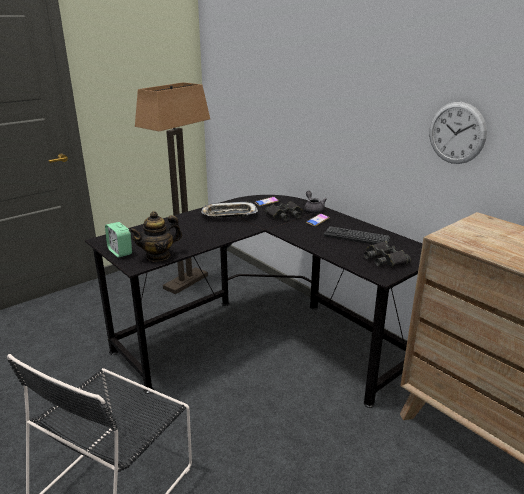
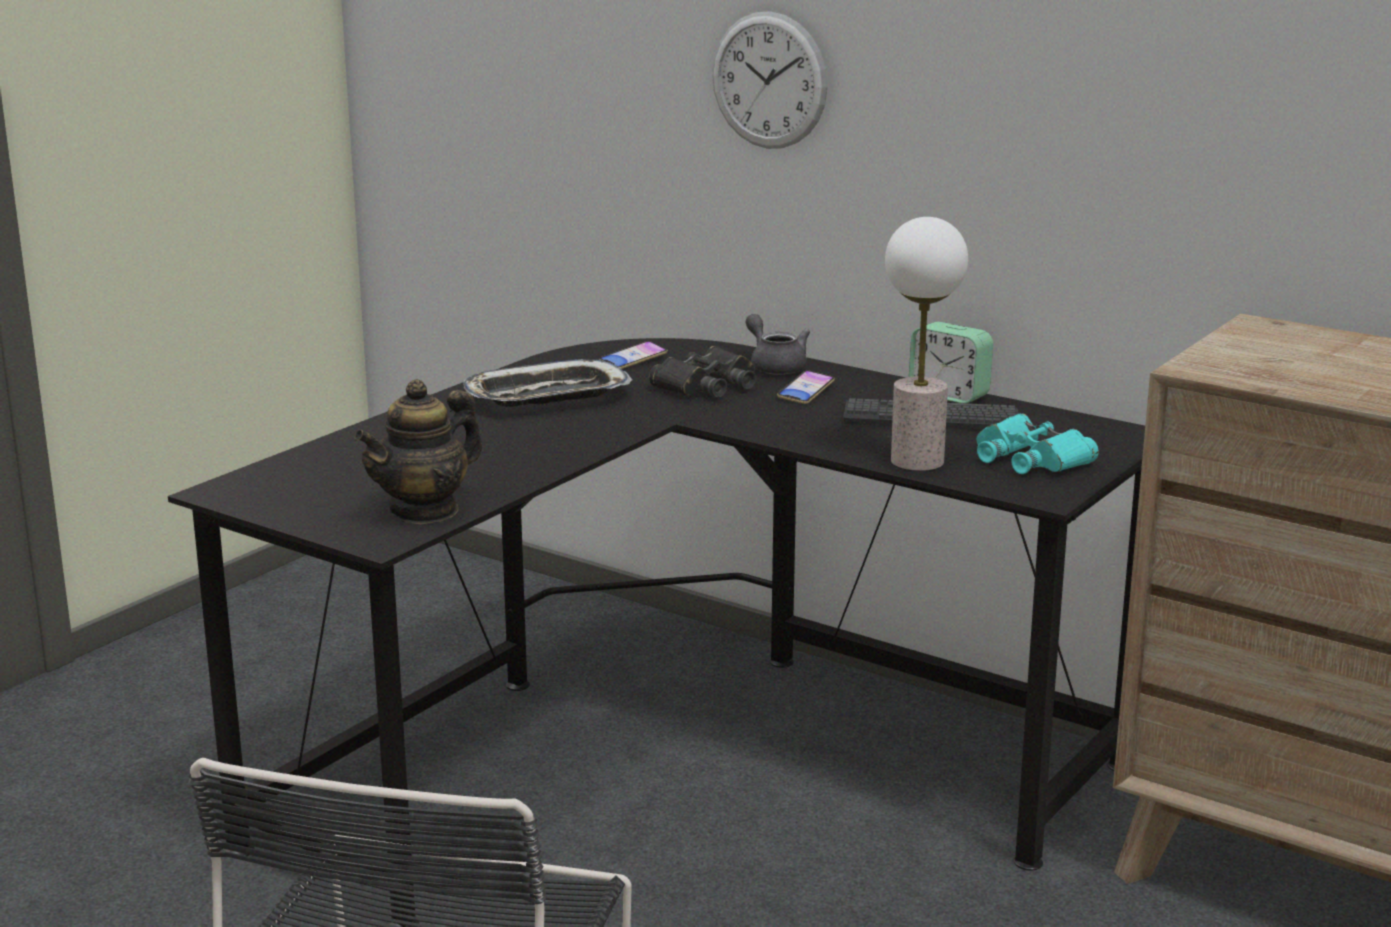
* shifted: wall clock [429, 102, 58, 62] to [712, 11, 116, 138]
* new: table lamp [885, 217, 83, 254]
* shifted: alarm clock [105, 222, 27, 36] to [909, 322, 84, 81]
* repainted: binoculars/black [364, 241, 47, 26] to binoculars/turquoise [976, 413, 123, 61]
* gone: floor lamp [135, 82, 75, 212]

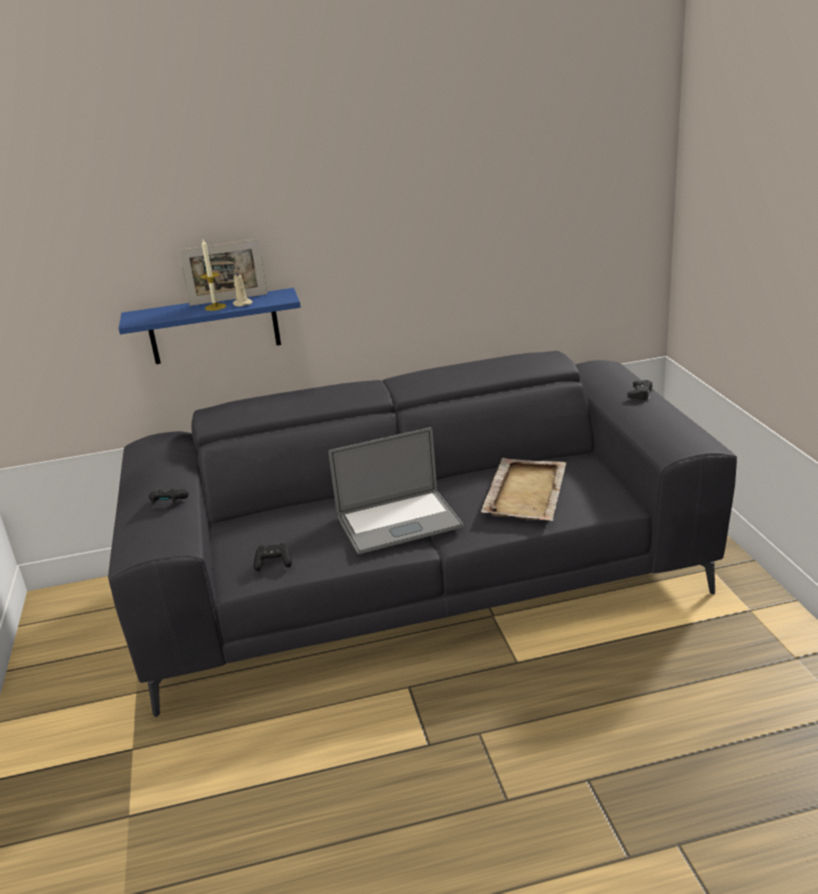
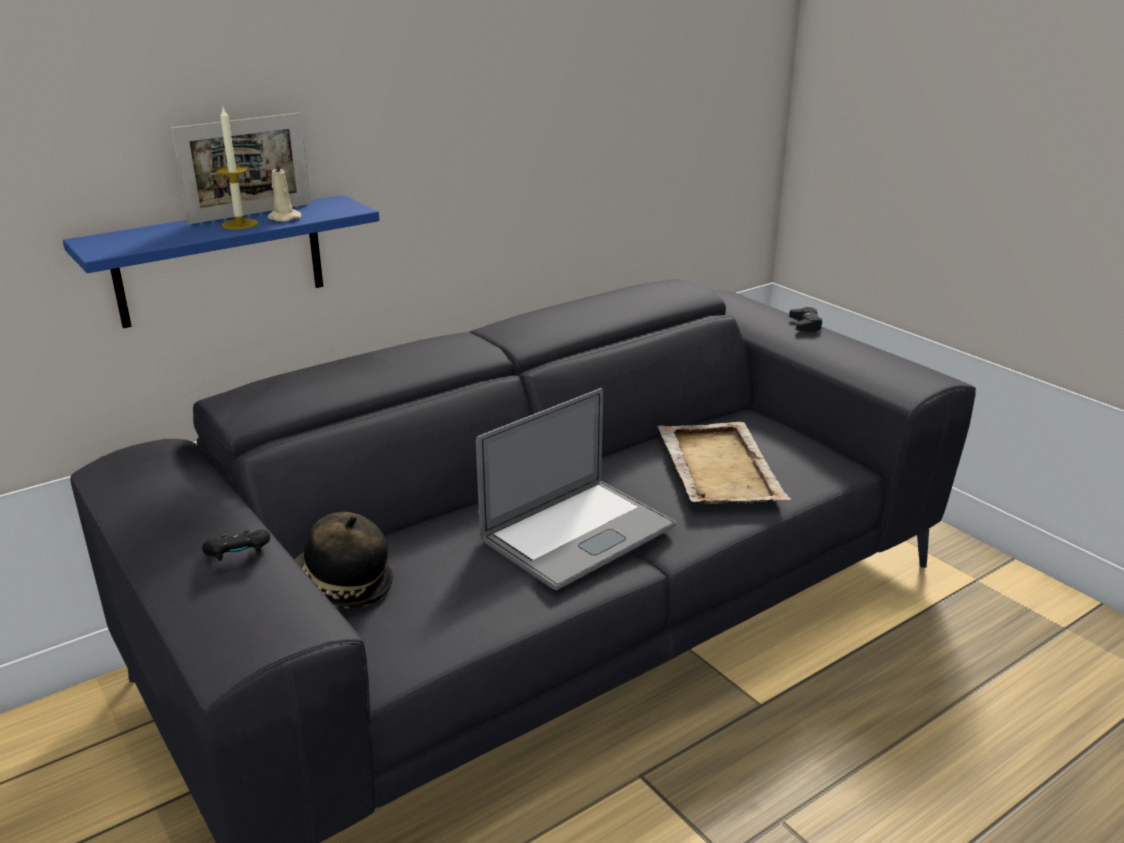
* new: hat [295, 512, 98, 96]
* gone: game controller/black [253, 543, 39, 28]

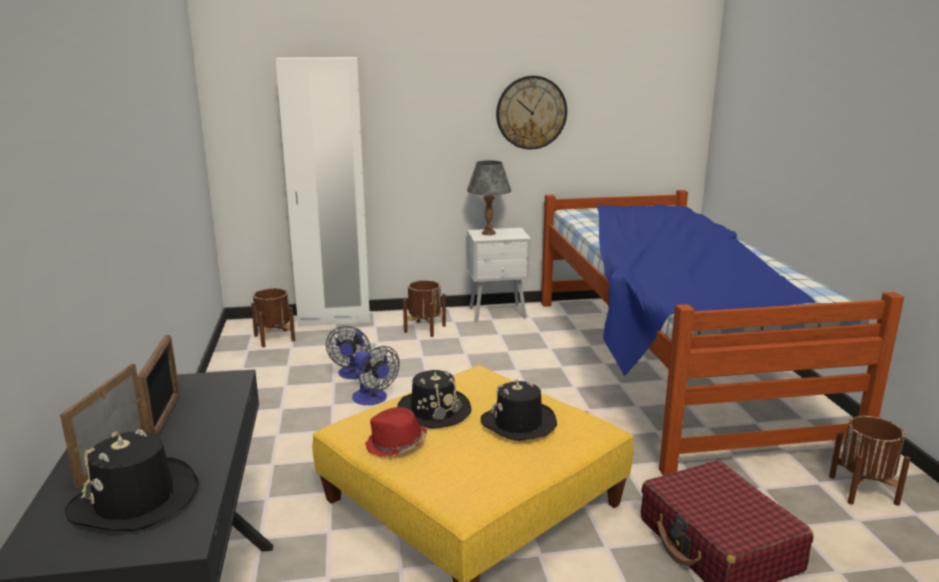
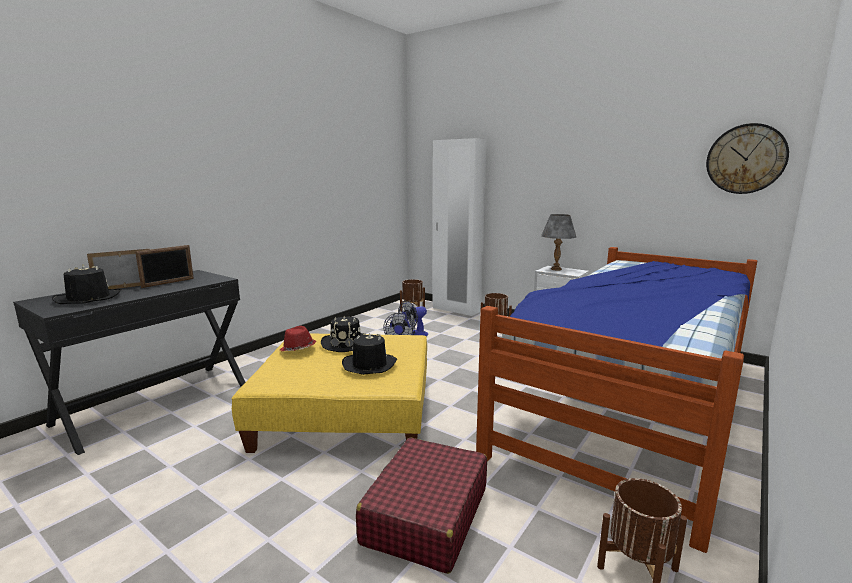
* shifted: wall clock [496, 76, 71, 74] to [706, 123, 83, 71]

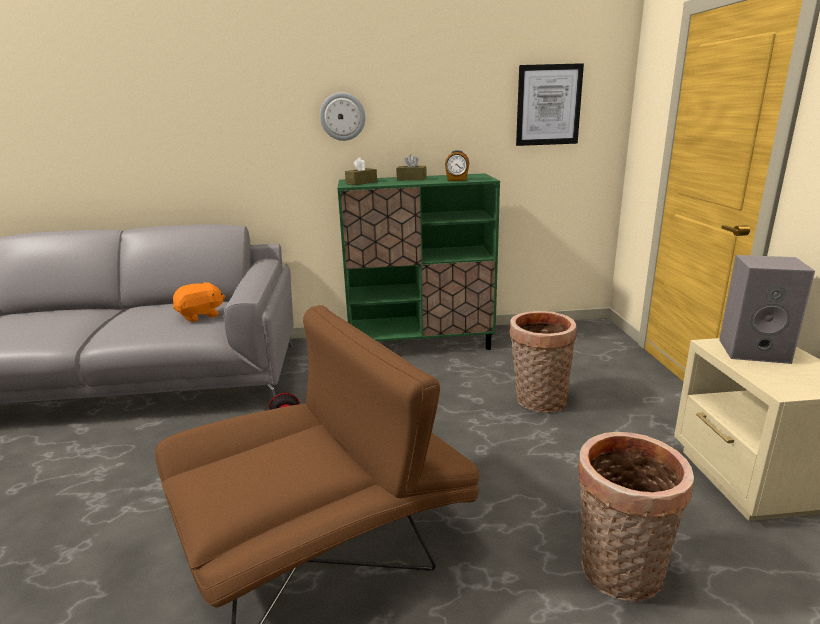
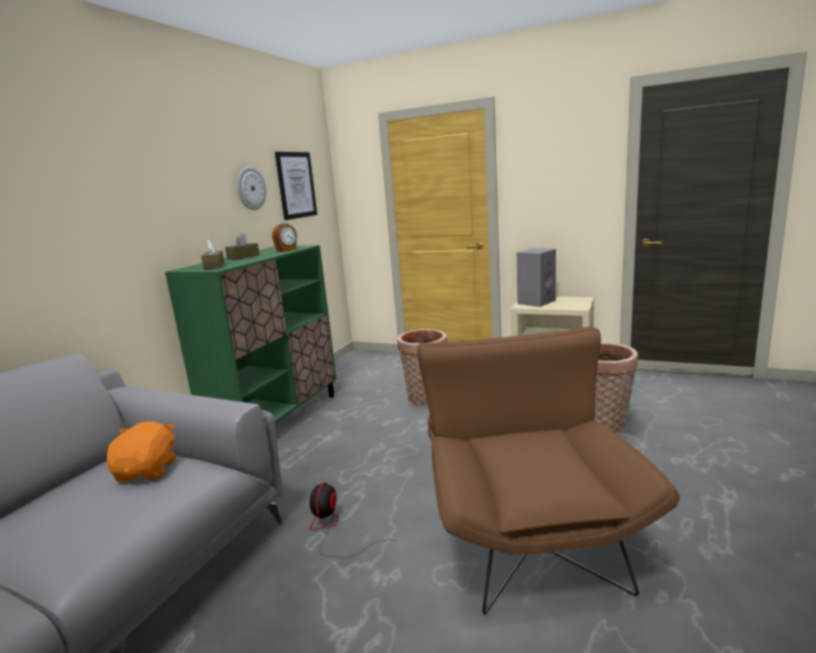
* shifted: wall clock [320, 92, 46, 49] to [237, 167, 29, 43]

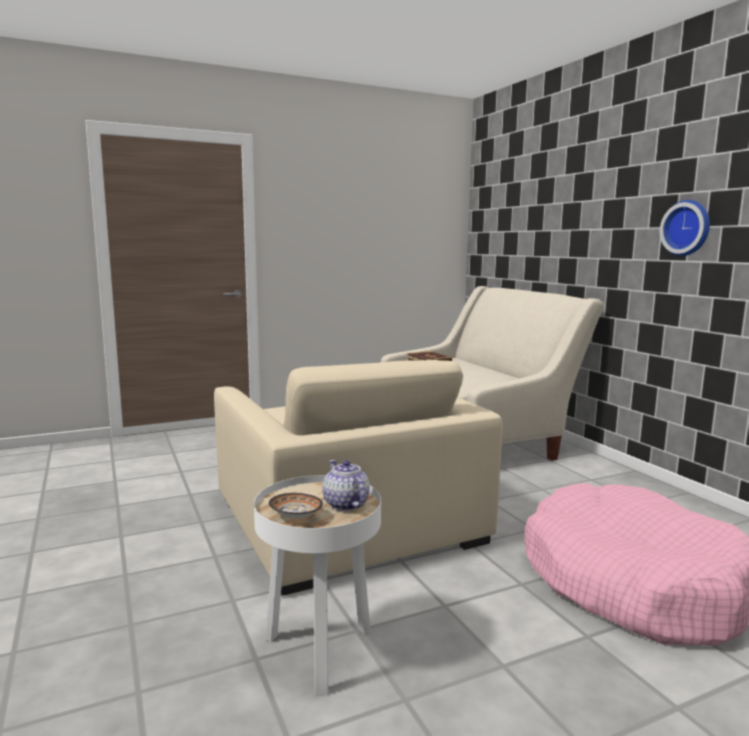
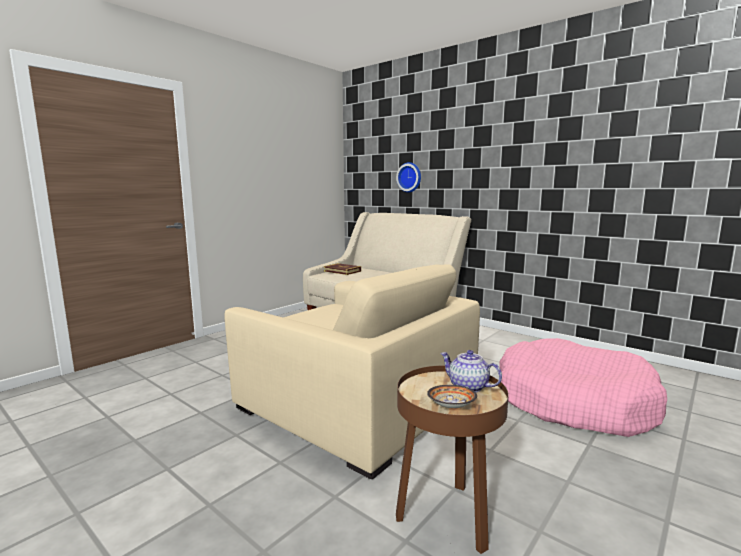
* shifted: wall clock [660, 200, 50, 56] to [396, 162, 25, 31]
* repainted: side table/white [254, 475, 127, 221] to side table/brown [396, 366, 113, 188]

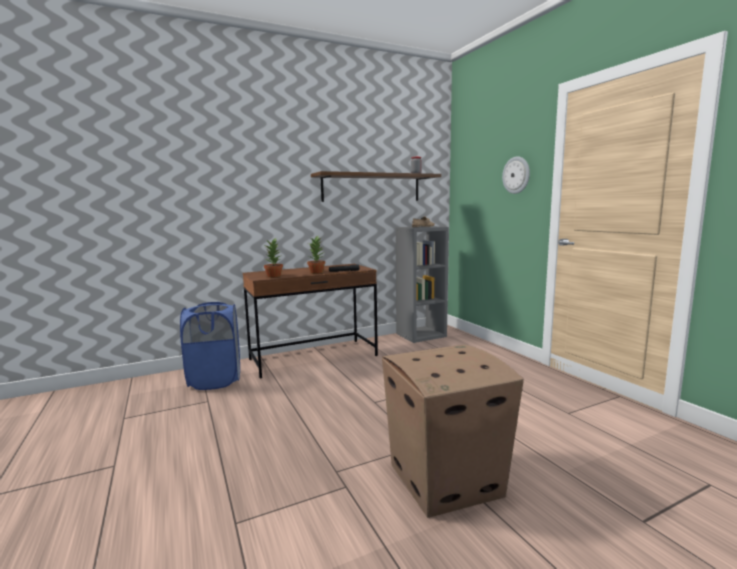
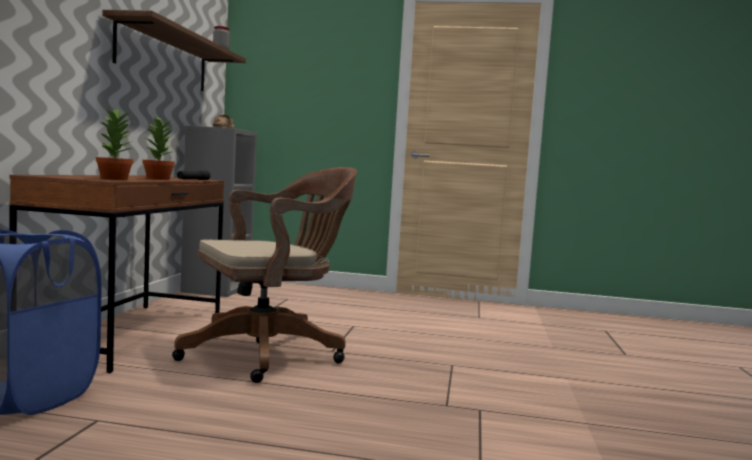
* new: office chair/brown [172, 167, 185, 216]
* gone: cardboard box [382, 345, 142, 173]
* gone: wall clock [502, 156, 28, 38]

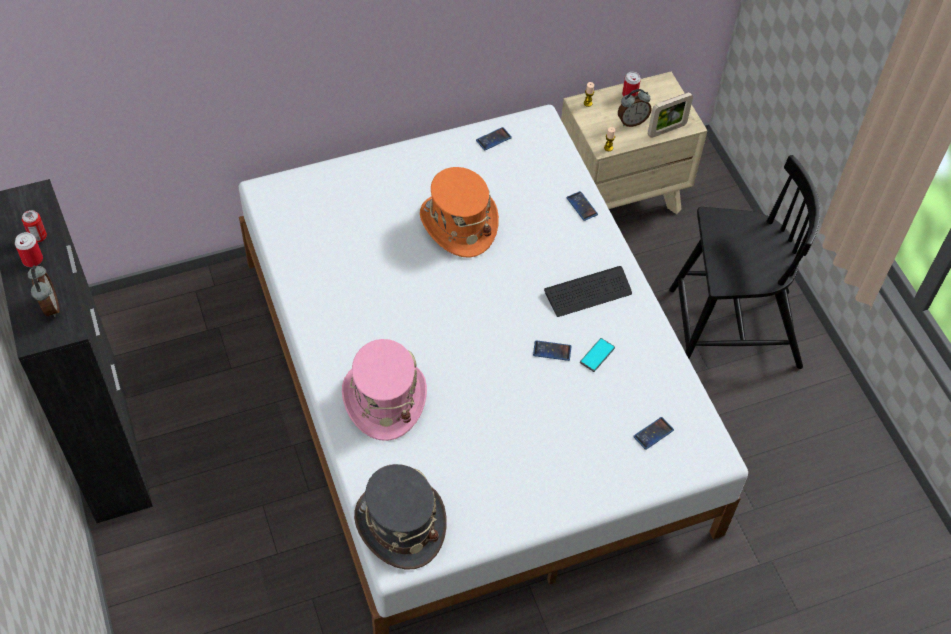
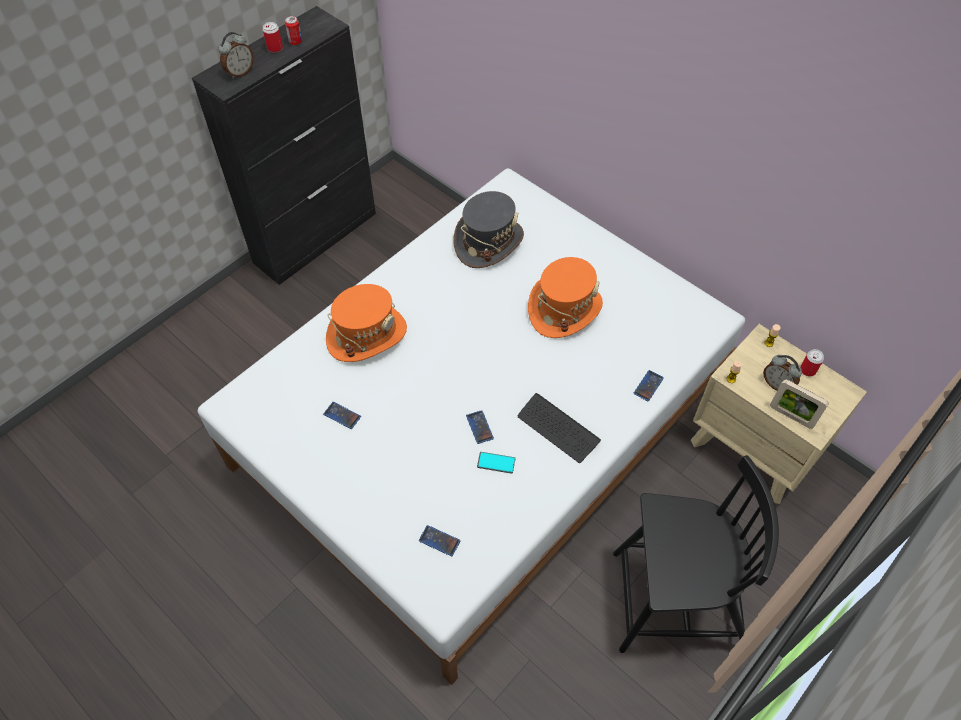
* shifted: phone [476, 127, 36, 23] to [323, 402, 38, 27]
* repainted: hat/pink [342, 339, 85, 102] to hat/orange [326, 284, 81, 78]
* shifted: hat/grey [354, 464, 93, 106] to [454, 191, 70, 77]
* rotated: chair/black [669, 155, 151, 214] = [613, 455, 166, 198] 60 degrees counterclockwise

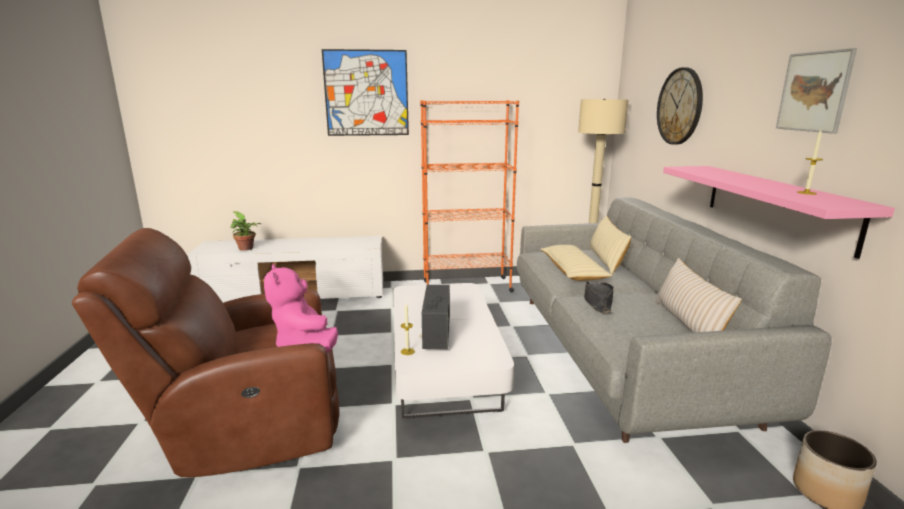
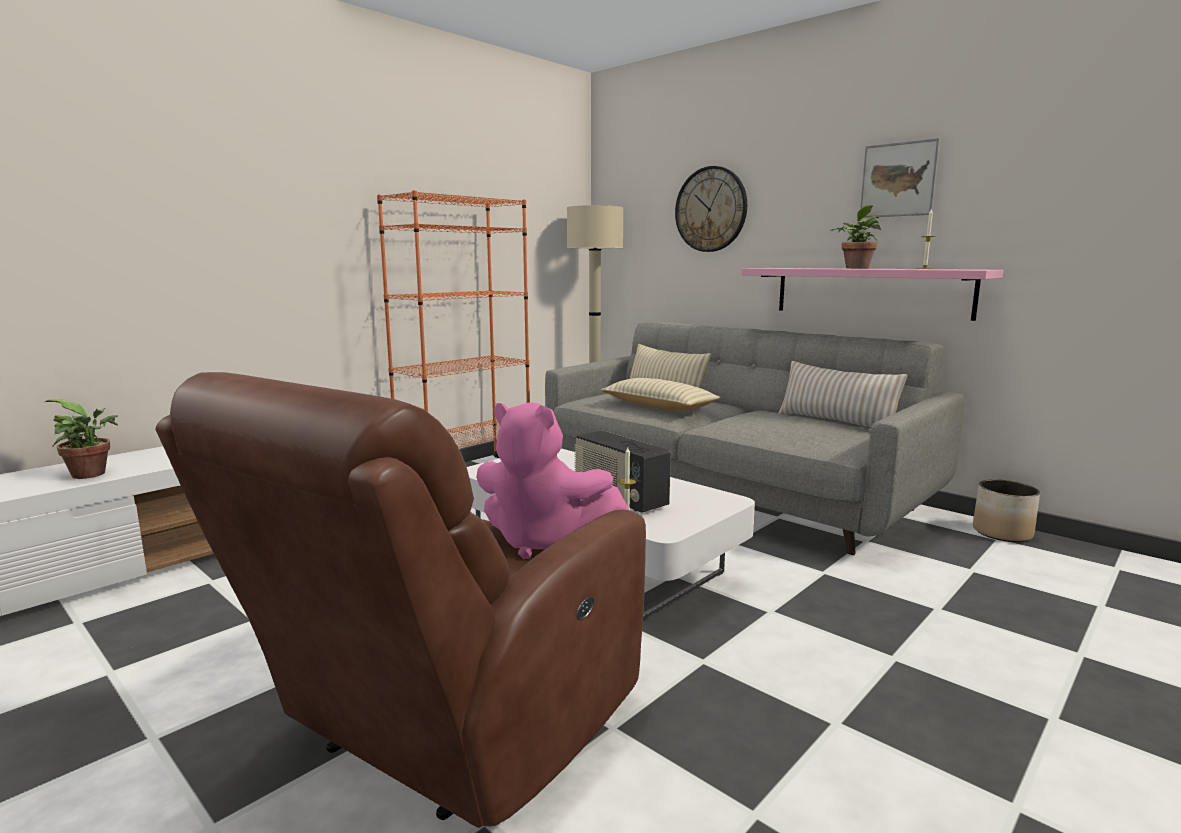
* new: potted plant [830, 205, 51, 64]
* gone: picture [322, 49, 87, 87]
* gone: hat/black [584, 281, 30, 32]

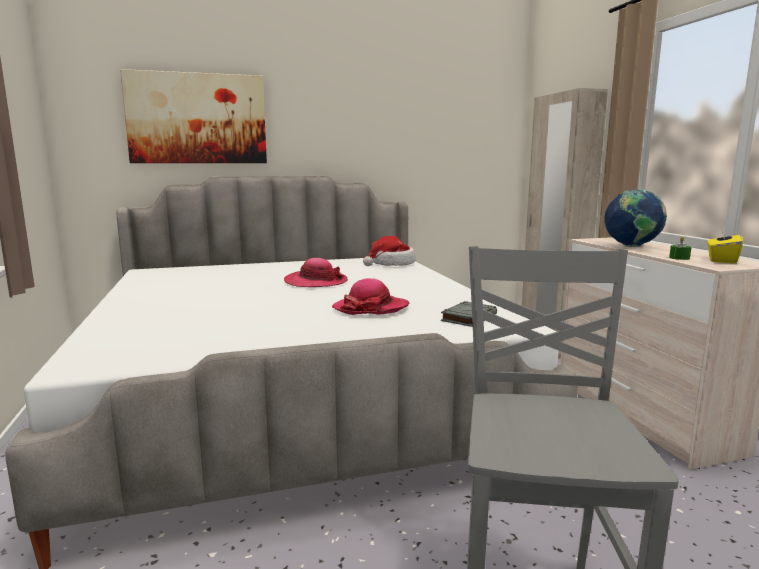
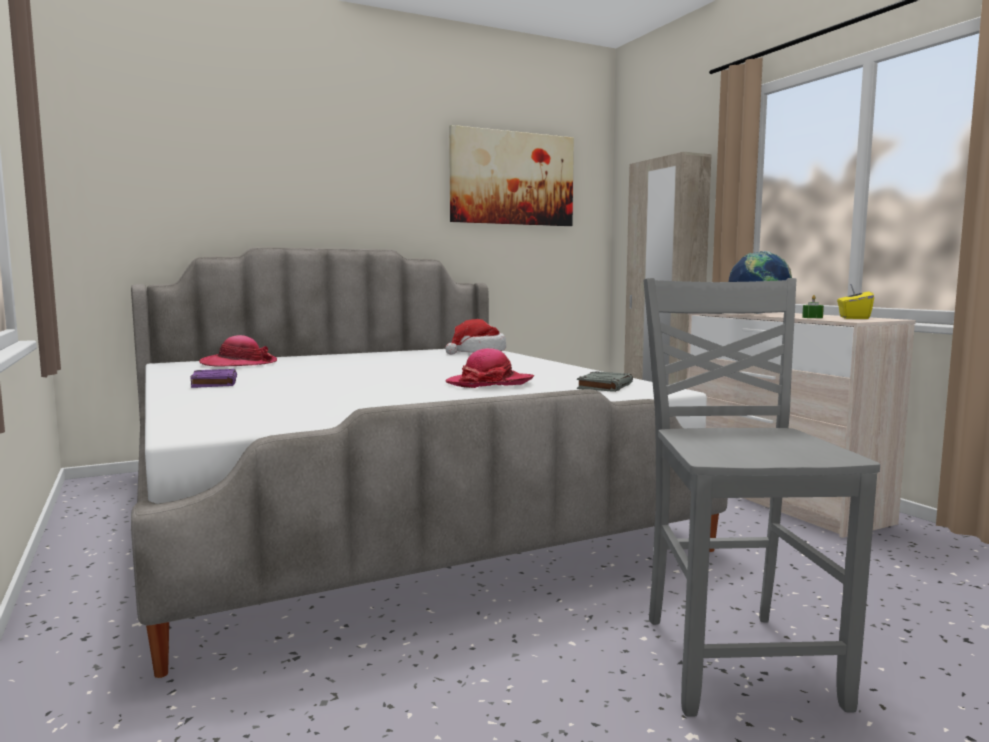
* new: book/purple [190, 369, 47, 19]
* shifted: hat [284, 258, 64, 29] to [199, 335, 78, 31]
* shifted: picture [120, 69, 147, 94] to [449, 125, 125, 101]

